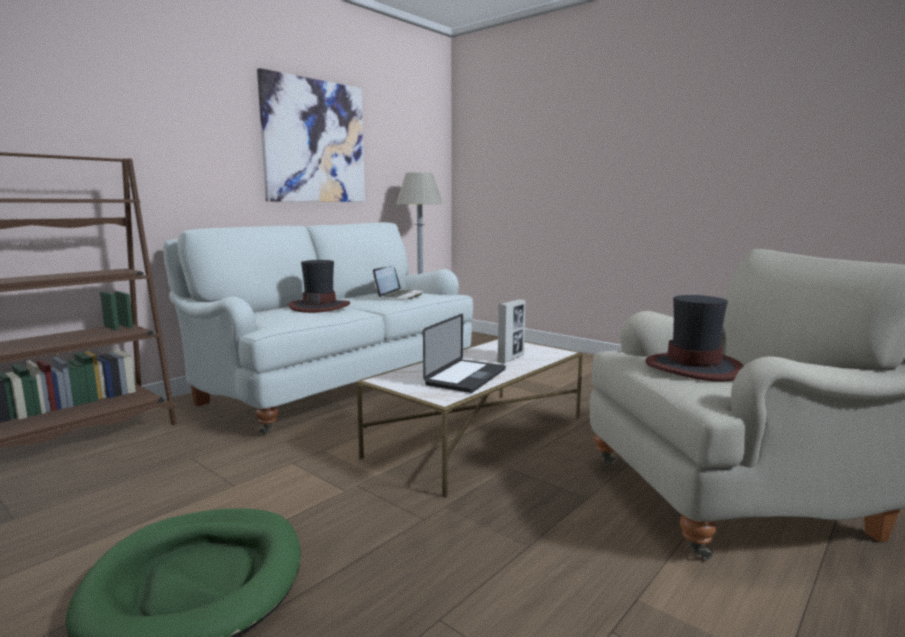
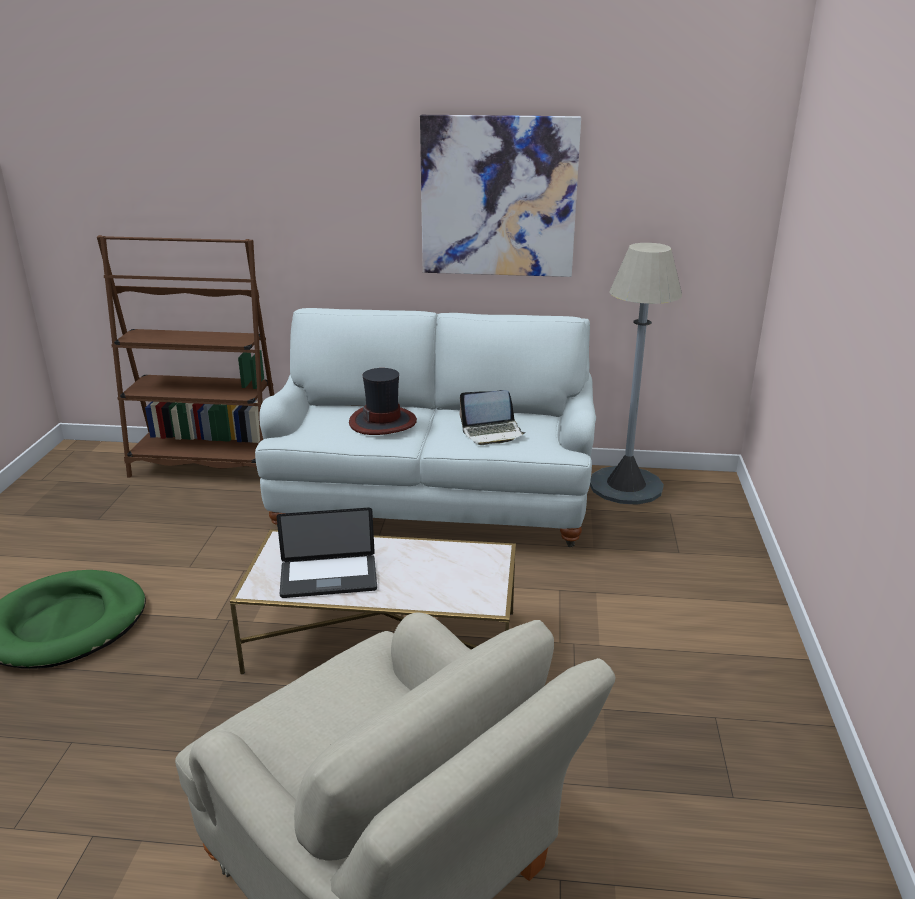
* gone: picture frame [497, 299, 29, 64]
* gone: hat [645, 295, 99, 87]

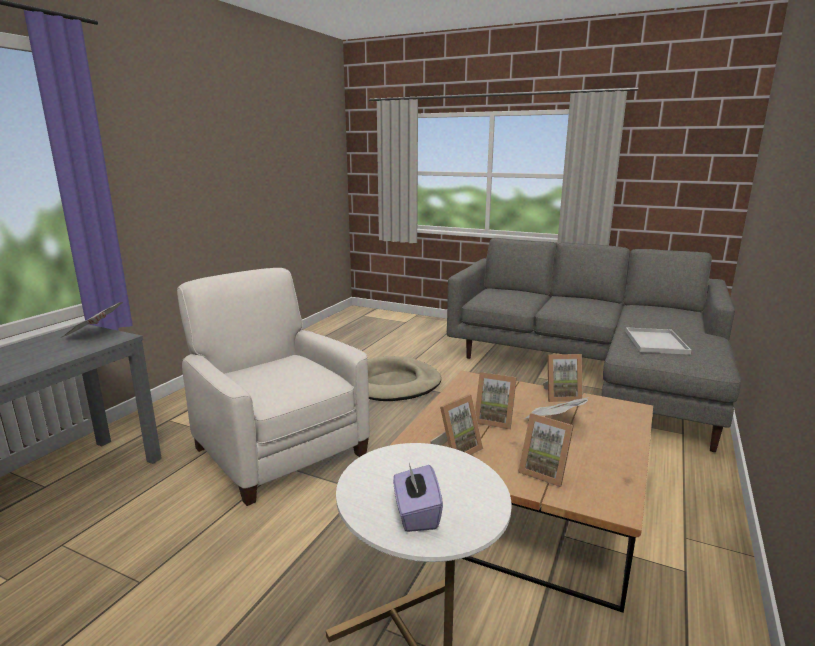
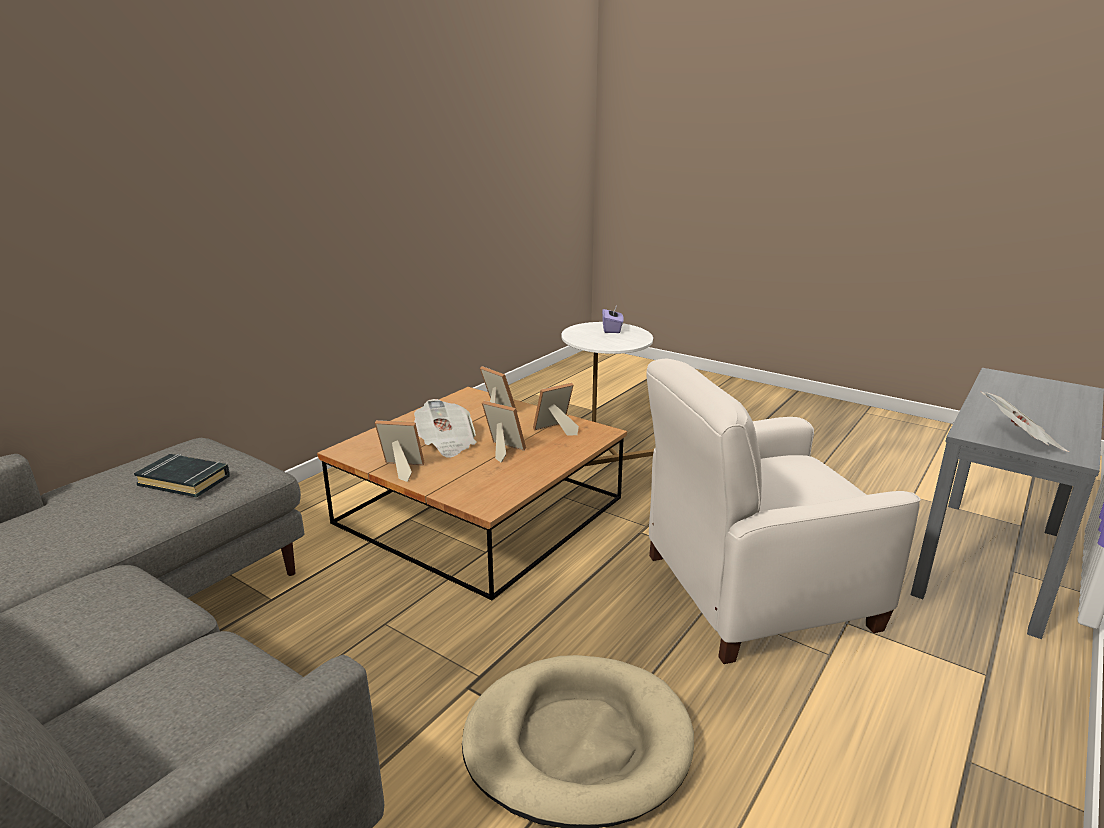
* swapped: tray/white [625, 327, 66, 28] to book/black [134, 454, 96, 43]
* rotated: armchair/white [177, 268, 193, 238] = [646, 359, 275, 305] 105 degrees clockwise

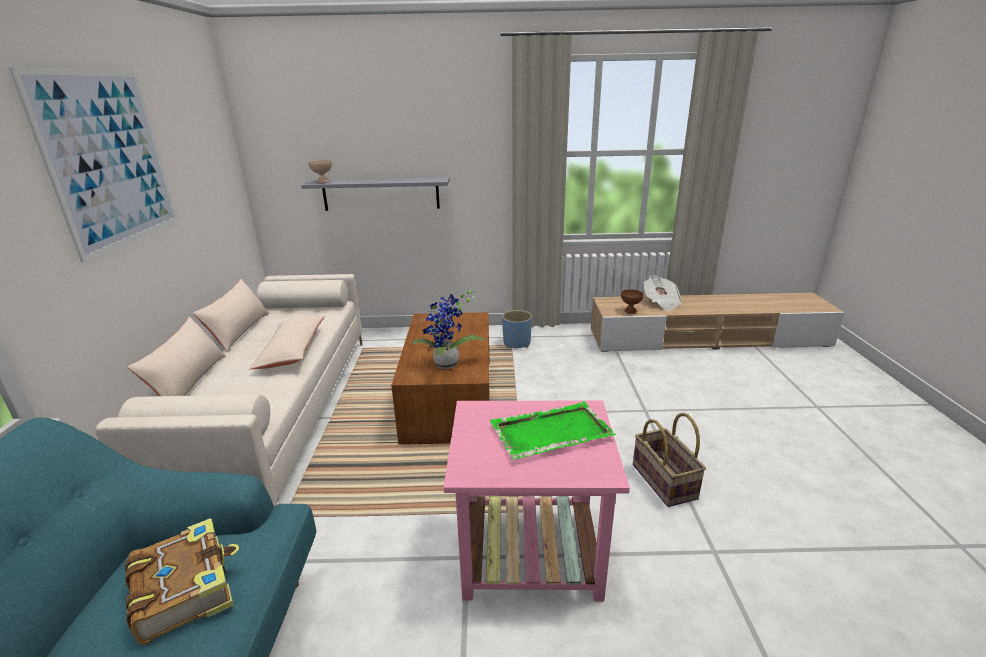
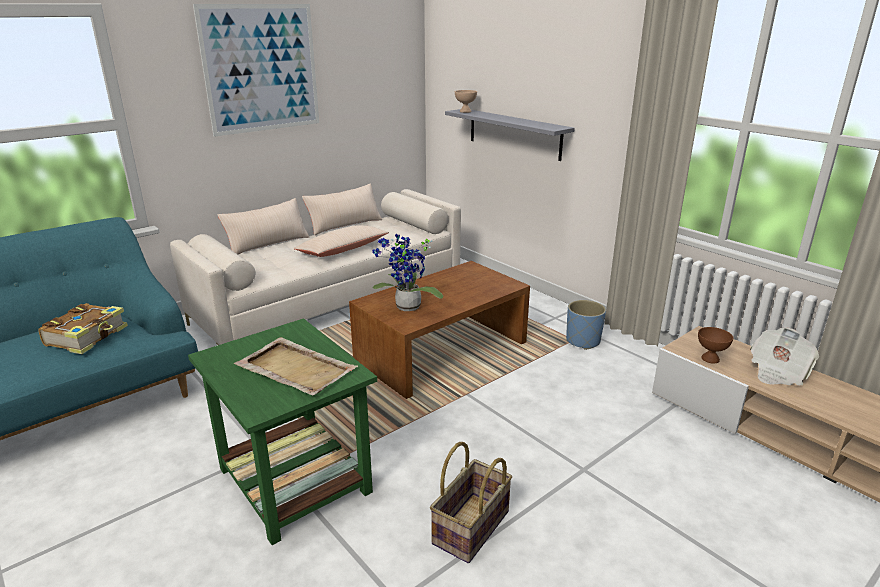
* repainted: side table/pink [444, 401, 186, 201] to side table/green [188, 318, 189, 227]
* repainted: tray/green [490, 401, 126, 58] to tray/beige [234, 337, 124, 58]

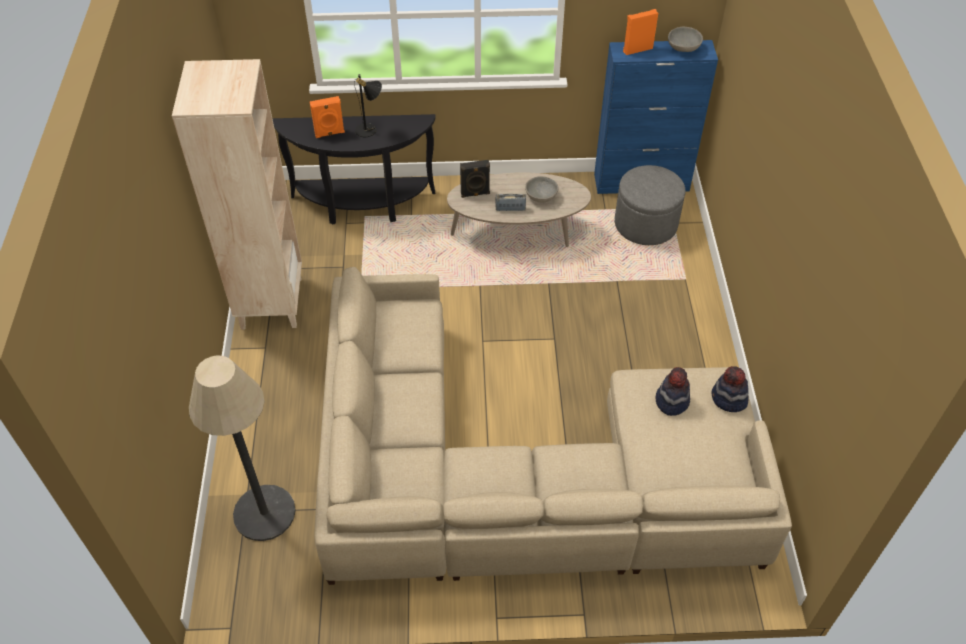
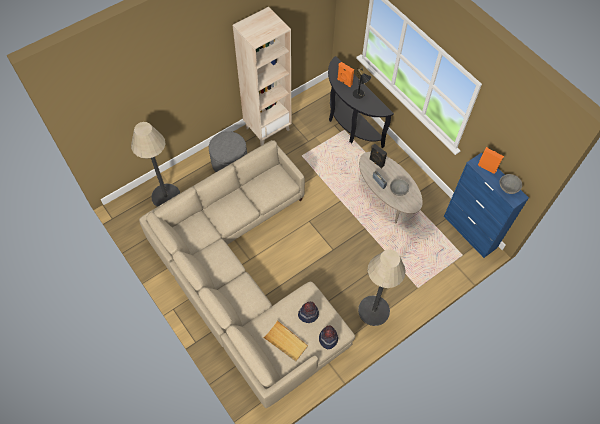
* shifted: ottoman/grey [615, 165, 70, 80] to [209, 131, 38, 41]
* new: tray/beige [263, 320, 45, 41]
* new: floor lamp [358, 249, 48, 77]

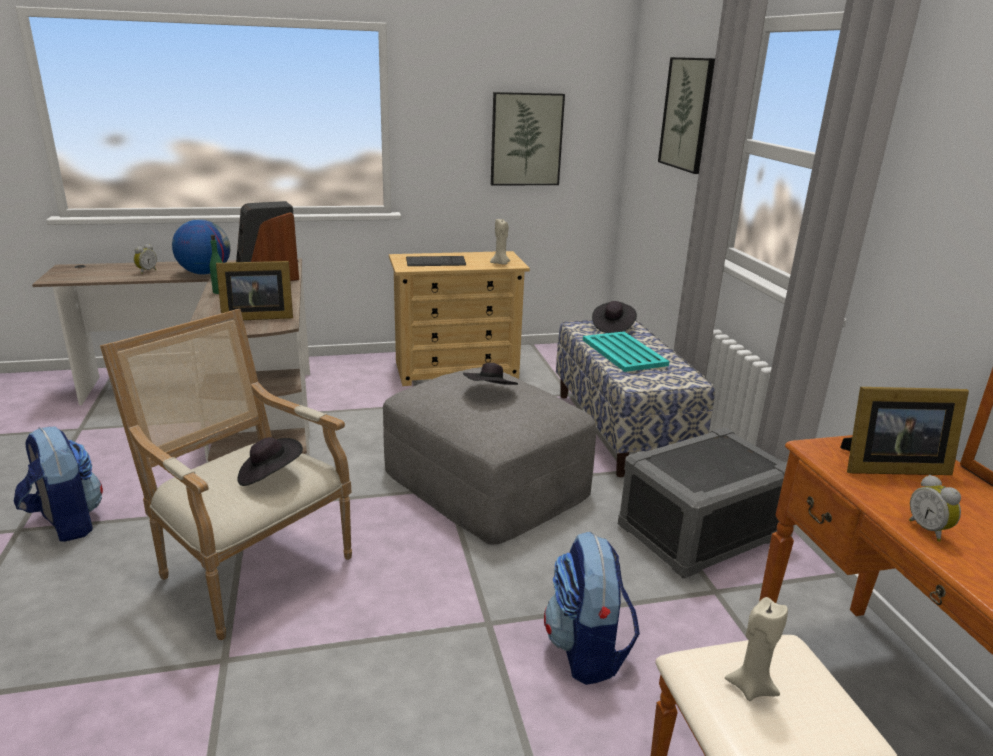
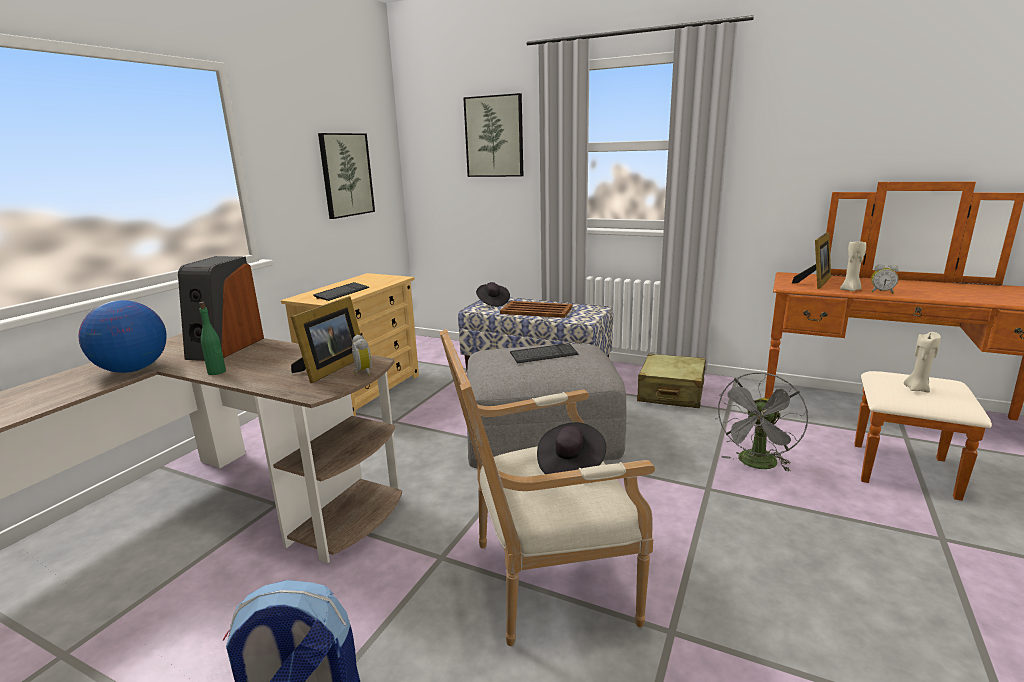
* shifted: alarm clock [134, 244, 23, 30] to [352, 335, 20, 41]
* repainted: tray/turquoise [583, 332, 86, 40] to tray/brown [500, 301, 72, 17]
* swapped: hat/black [463, 363, 55, 22] to keyboard [510, 343, 68, 20]
* swapped: storage box/grey [618, 427, 169, 151] to suitcase/beige [637, 353, 69, 55]
* swapped: backpack [544, 531, 96, 154] to fan/grey [716, 372, 92, 100]
* shifted: candle/beige [490, 219, 20, 46] to [840, 239, 26, 52]

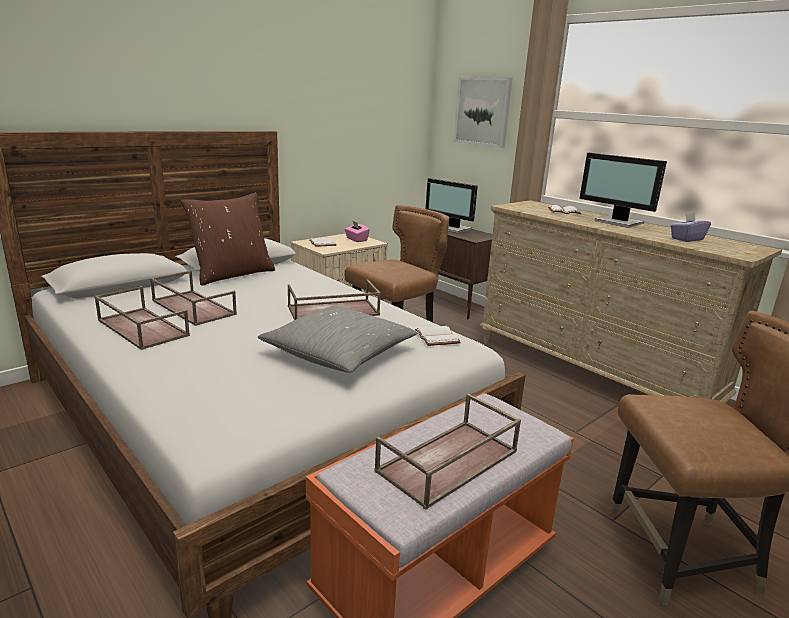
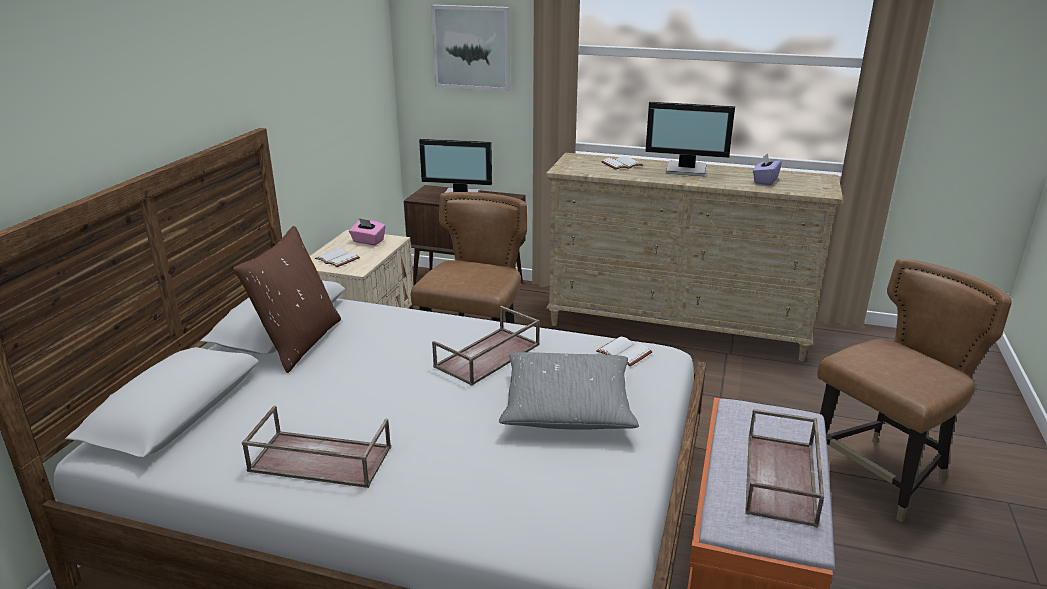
* gone: tray/brown [150, 271, 87, 55]

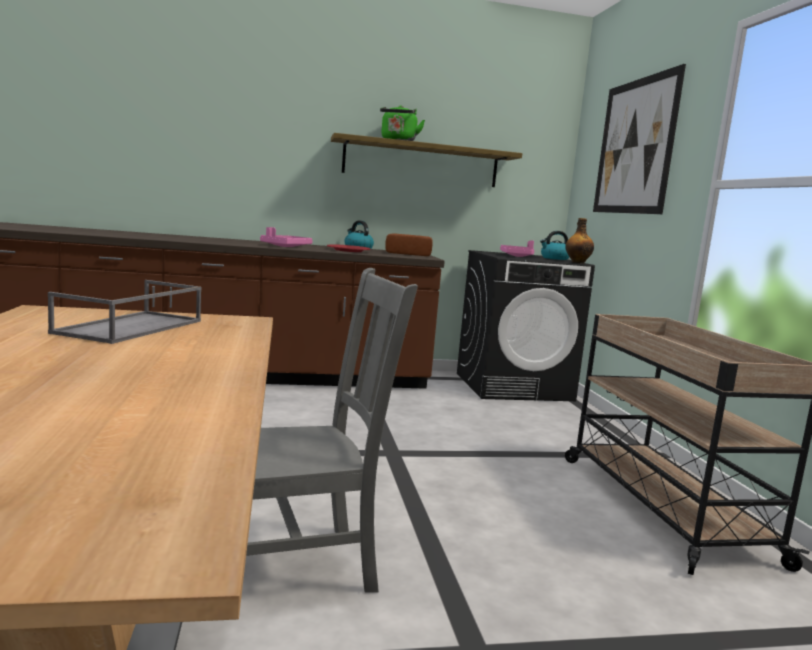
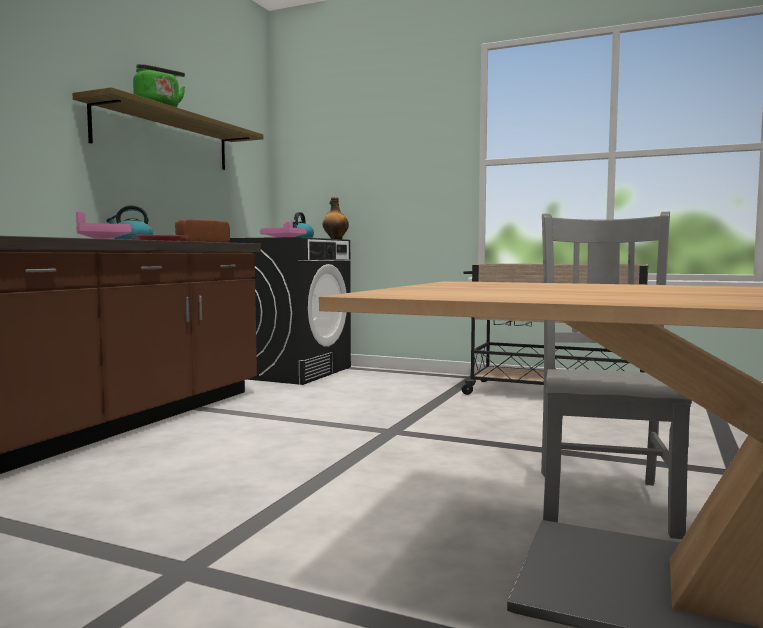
* gone: tray/grey [48, 280, 154, 64]
* gone: picture [593, 64, 93, 150]

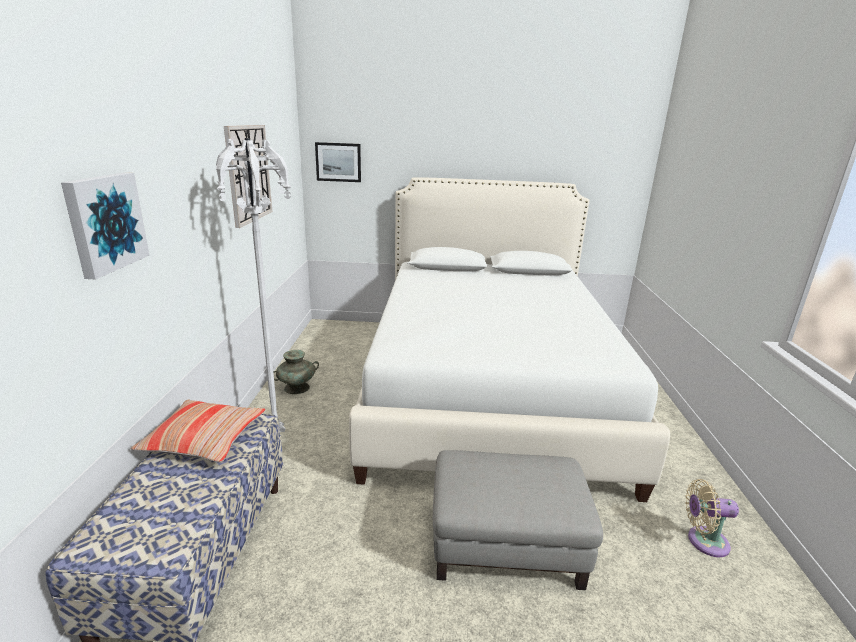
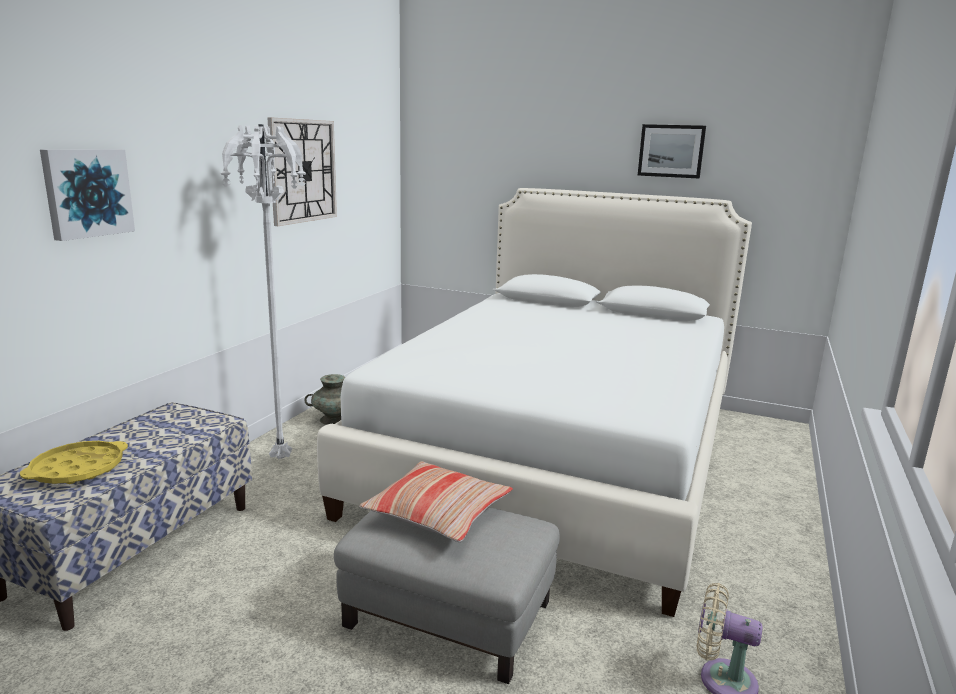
* new: tray/yellow [20, 441, 108, 43]
* shifted: pillow [130, 400, 135, 63] to [359, 461, 154, 81]
* shifted: picture [315, 142, 46, 40] to [638, 124, 68, 54]

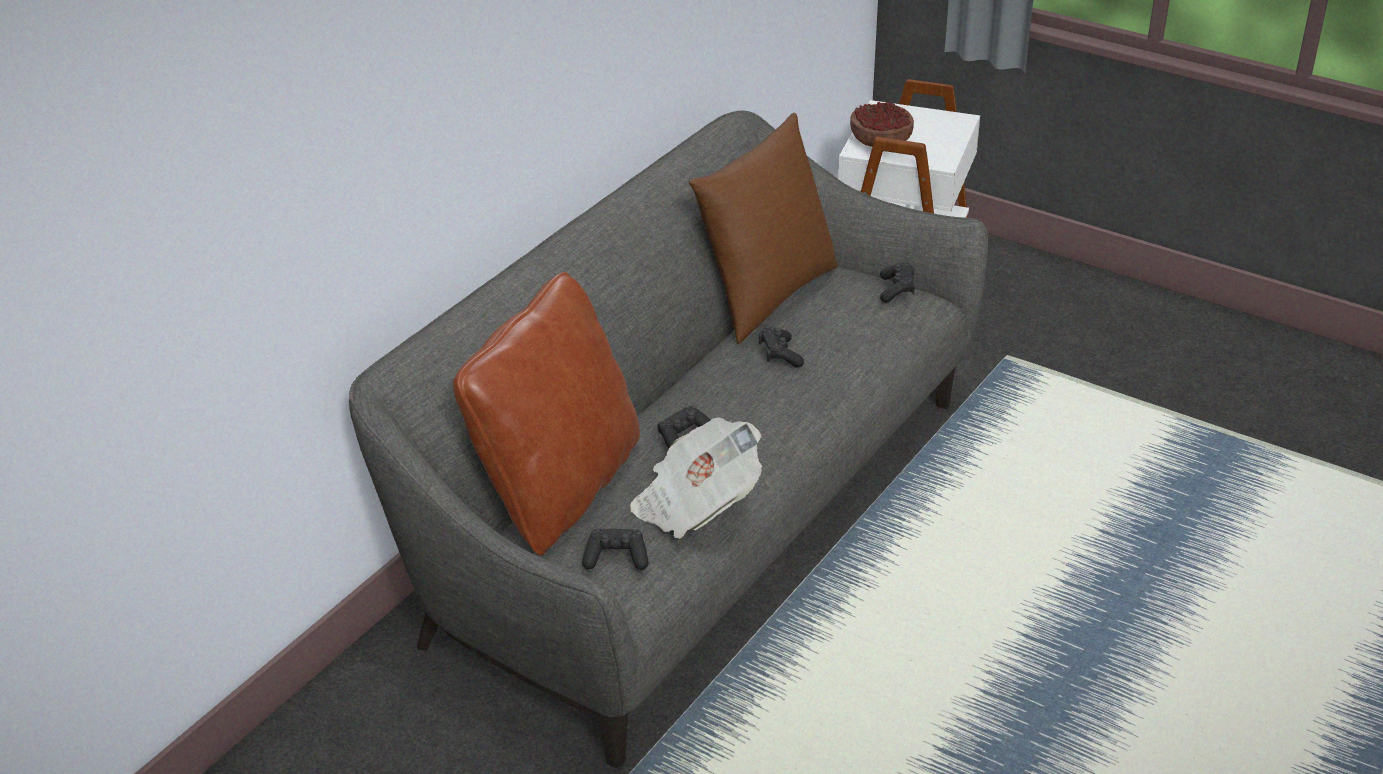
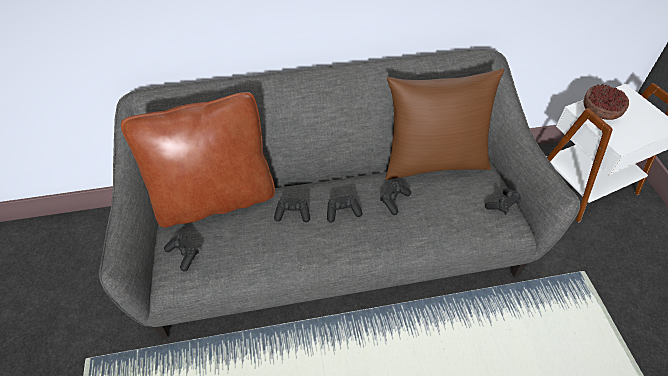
* new: game controller/black [327, 195, 35, 28]
* gone: newspaper [630, 417, 132, 122]

